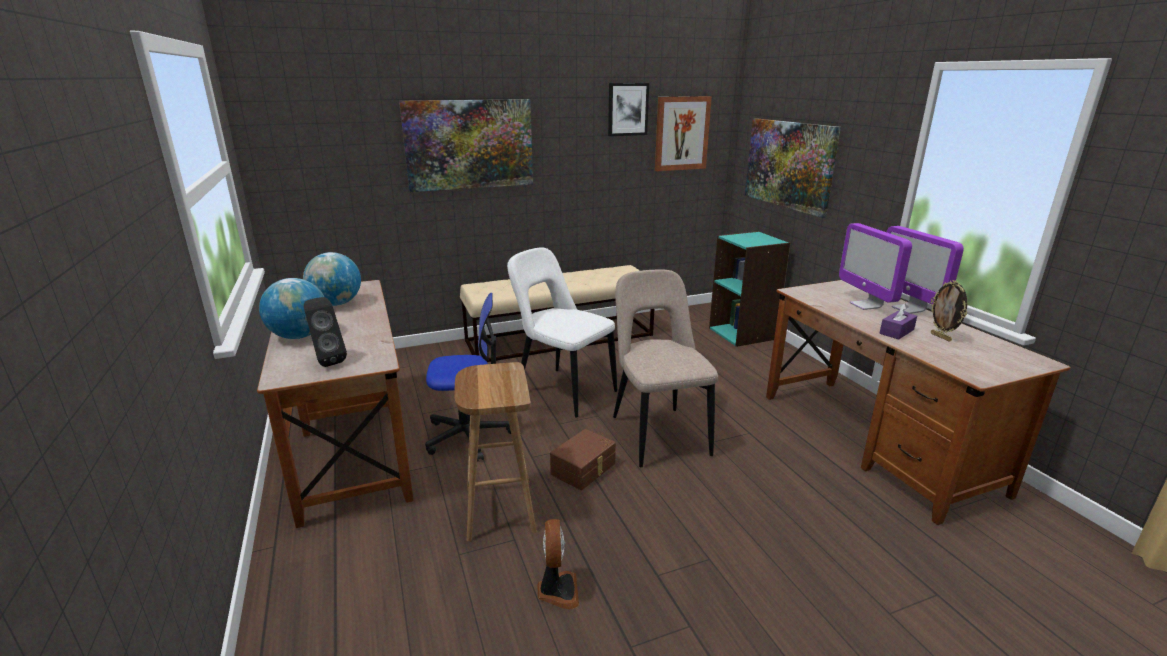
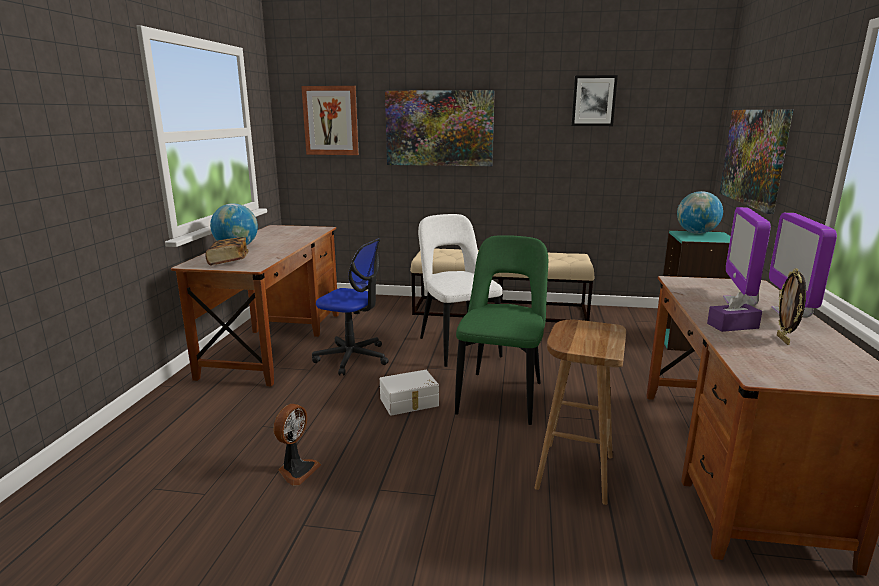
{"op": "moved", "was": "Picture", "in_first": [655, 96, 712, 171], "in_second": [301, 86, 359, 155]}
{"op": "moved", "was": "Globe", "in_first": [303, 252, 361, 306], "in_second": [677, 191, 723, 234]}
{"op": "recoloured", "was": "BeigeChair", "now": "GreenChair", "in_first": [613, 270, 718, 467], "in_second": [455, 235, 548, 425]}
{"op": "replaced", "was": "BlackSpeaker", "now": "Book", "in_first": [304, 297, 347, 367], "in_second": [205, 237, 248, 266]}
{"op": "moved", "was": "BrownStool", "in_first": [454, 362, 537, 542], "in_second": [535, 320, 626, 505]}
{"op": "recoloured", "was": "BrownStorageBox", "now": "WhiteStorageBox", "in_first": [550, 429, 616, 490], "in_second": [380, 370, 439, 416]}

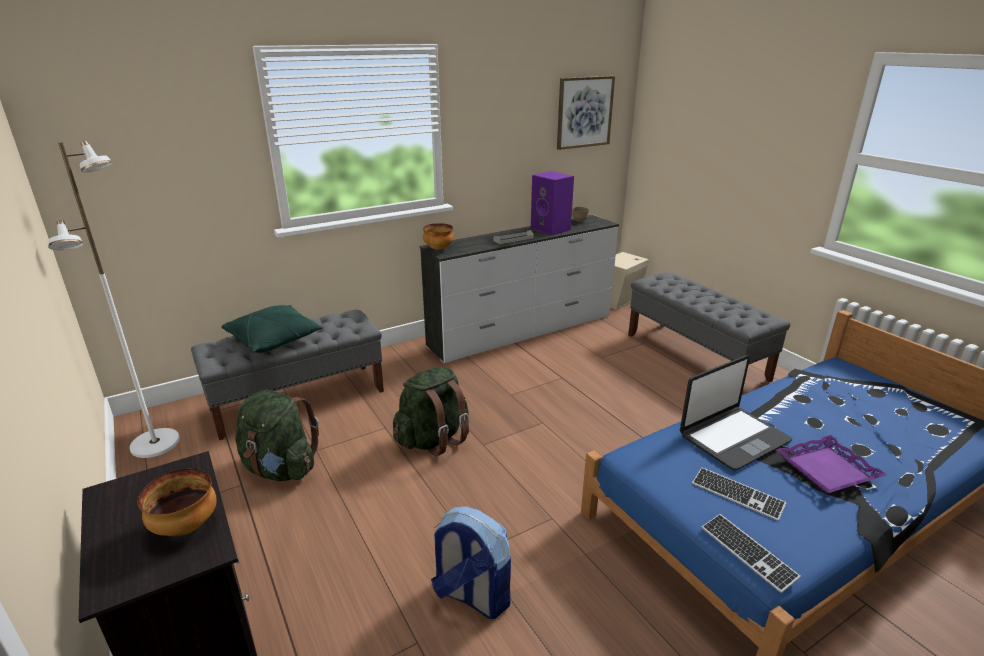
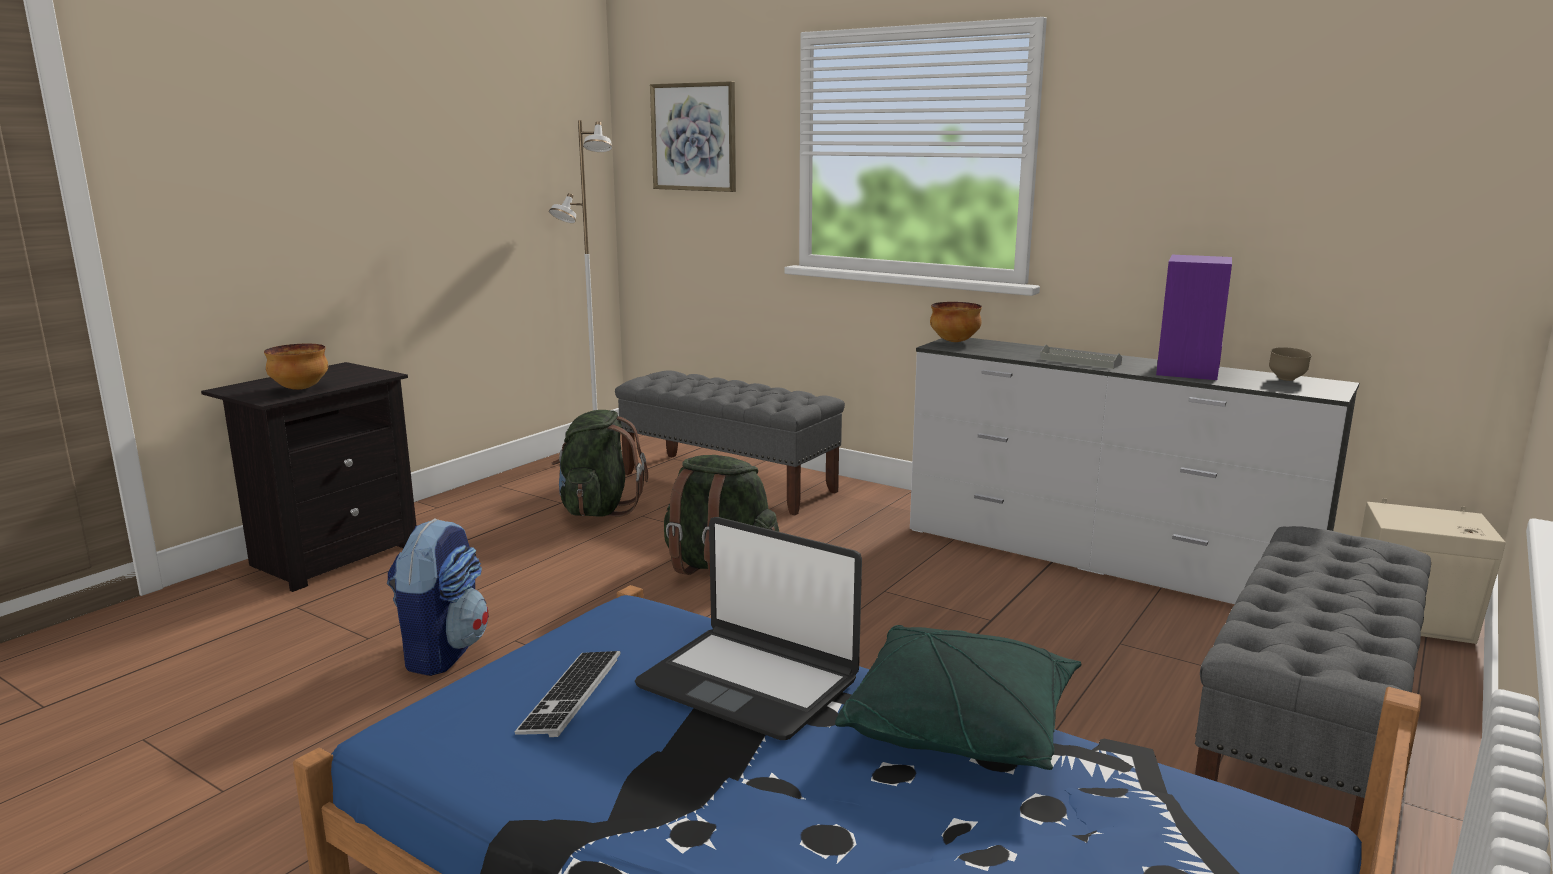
{"op": "moved", "was": "Picture", "in_first": [557, 76, 615, 150], "in_second": [650, 81, 736, 192]}
{"op": "moved", "was": "GreenPillow", "in_first": [222, 305, 323, 353], "in_second": [835, 625, 1082, 770]}
{"op": "removed", "was": "PurpleTray", "in_first": [776, 435, 887, 493]}
{"op": "removed", "was": "Keyboard", "in_first": [702, 514, 801, 593]}

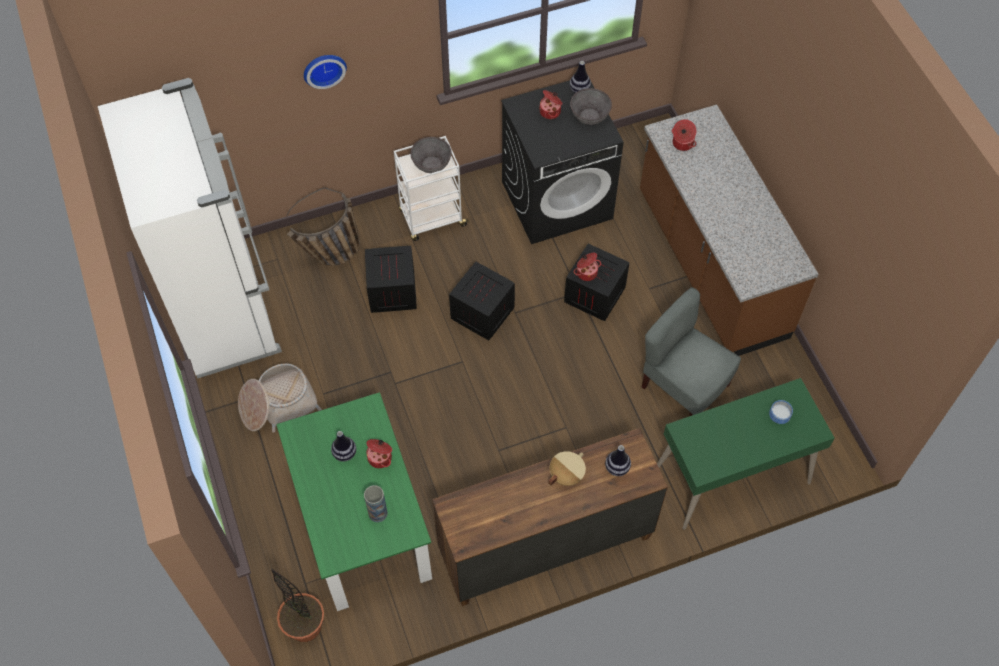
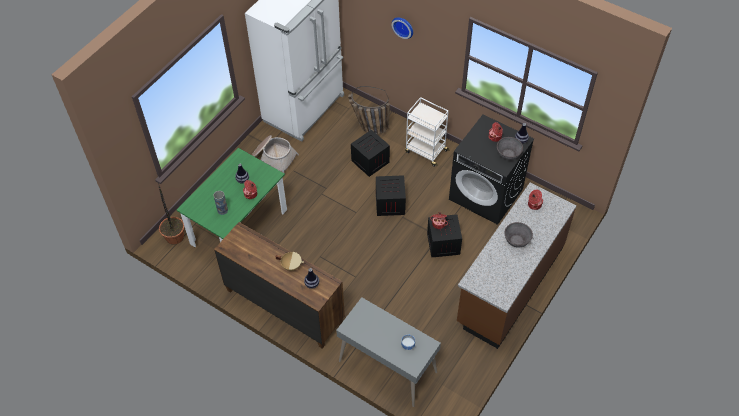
{"op": "moved", "was": "GreyBowl", "in_first": [410, 137, 452, 173], "in_second": [505, 222, 533, 247]}
{"op": "removed", "was": "GreyChair", "in_first": [642, 287, 741, 416]}
{"op": "recoloured", "was": "GreenDesk", "now": "GreyDesk", "in_first": [657, 378, 834, 530], "in_second": [336, 297, 441, 407]}

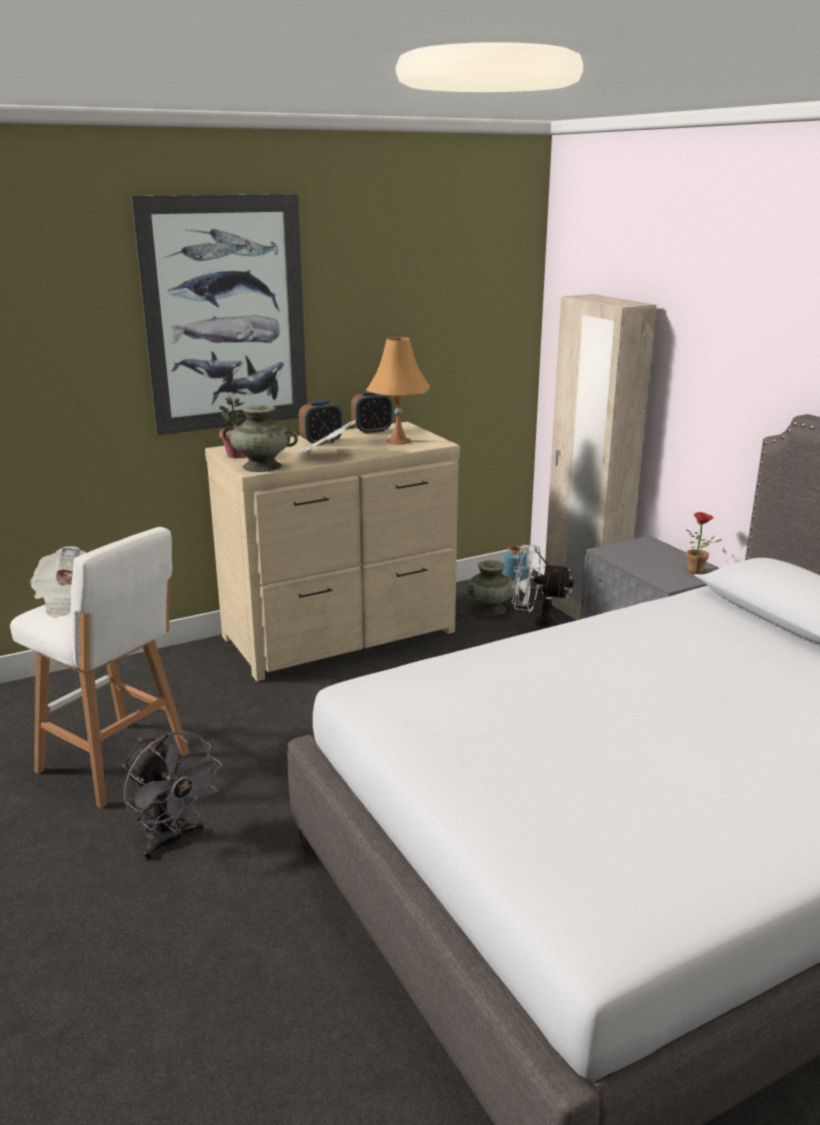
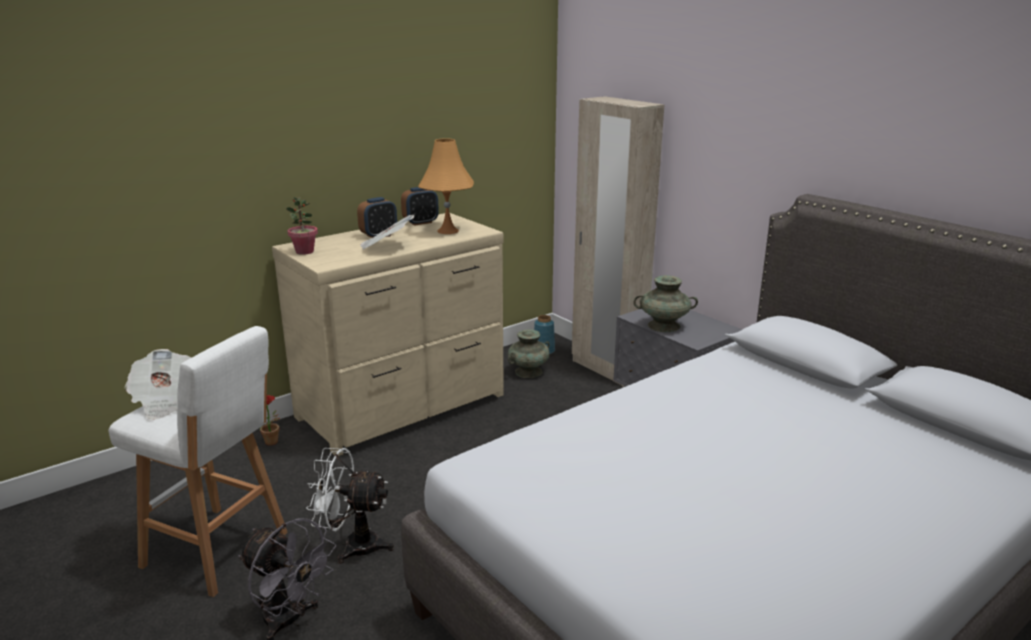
{"op": "removed", "was": "Picture", "in_first": [131, 194, 307, 435]}
{"op": "moved", "was": "TurquoiseVase", "in_first": [222, 405, 298, 472], "in_second": [634, 275, 698, 332]}
{"op": "moved", "was": "PottedPlant", "in_first": [686, 512, 722, 574], "in_second": [260, 395, 280, 445]}
{"op": "moved", "was": "WhiteFan", "in_first": [512, 545, 574, 632], "in_second": [306, 448, 394, 564]}

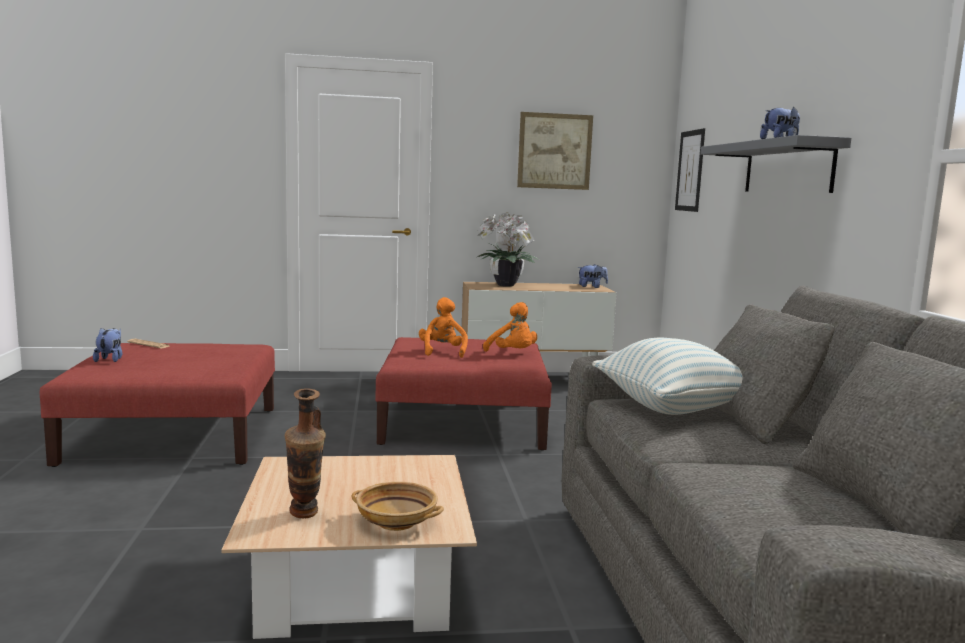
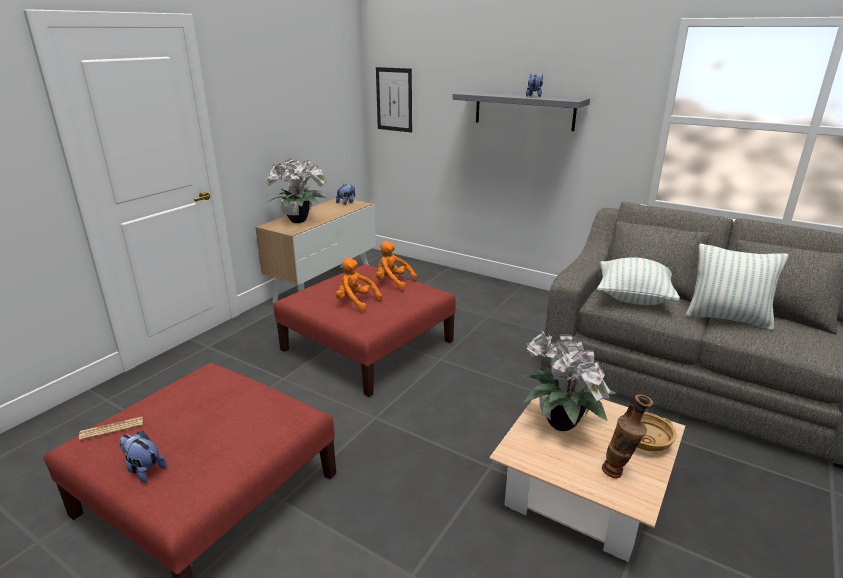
{"op": "removed", "was": "Picture", "in_first": [517, 112, 593, 190]}
{"op": "turned", "was": "OrangePlushToy", "in_first": [483, 302, 537, 352], "in_second": [376, 241, 417, 290], "clockwise": -150}
{"op": "added", "now": "Pillow", "in_second": [685, 244, 788, 330]}
{"op": "added", "now": "PottedPlant", "in_second": [523, 330, 617, 431]}

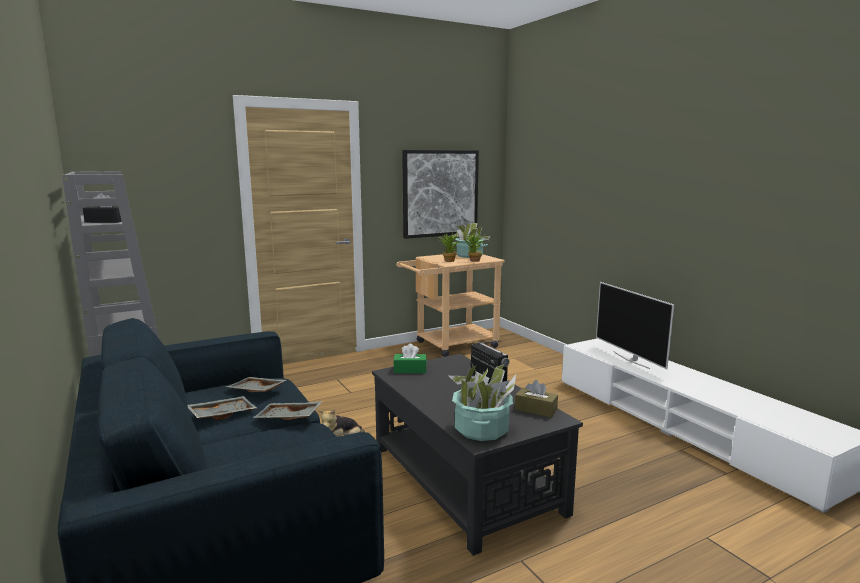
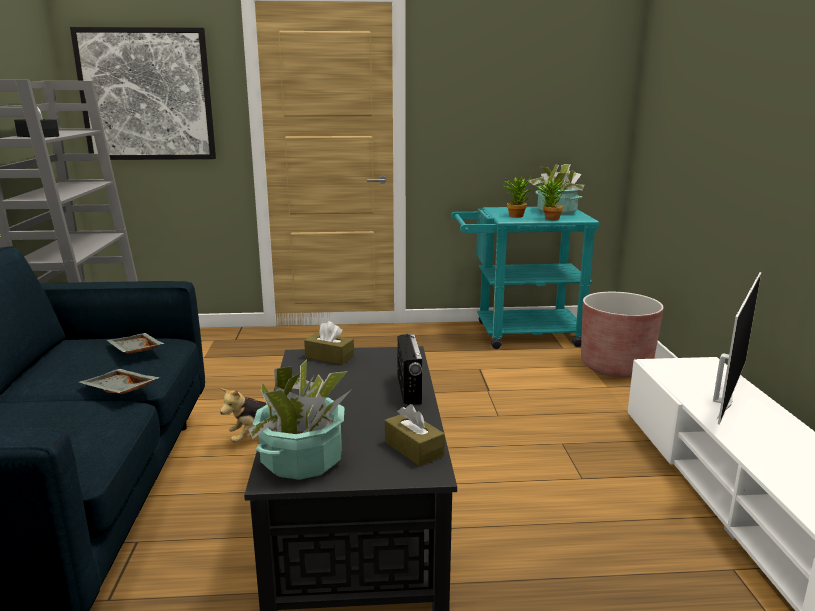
{"op": "moved", "was": "Picture", "in_first": [402, 150, 479, 239], "in_second": [70, 27, 216, 160]}
{"op": "recoloured", "was": "BeigeCart", "now": "TurquoiseCart", "in_first": [396, 253, 505, 357], "in_second": [451, 207, 600, 349]}
{"op": "turned", "was": "Television", "in_first": [596, 282, 674, 370], "in_second": [713, 272, 761, 425], "clockwise": -150}
{"op": "recoloured", "was": "GreenTissueBox", "now": "BrownTissueBox", "in_first": [393, 344, 427, 373], "in_second": [304, 321, 354, 365]}
{"op": "removed", "was": "GreyTray", "in_first": [188, 396, 257, 420]}
{"op": "added", "now": "BrownPlanter", "in_second": [581, 292, 664, 378]}

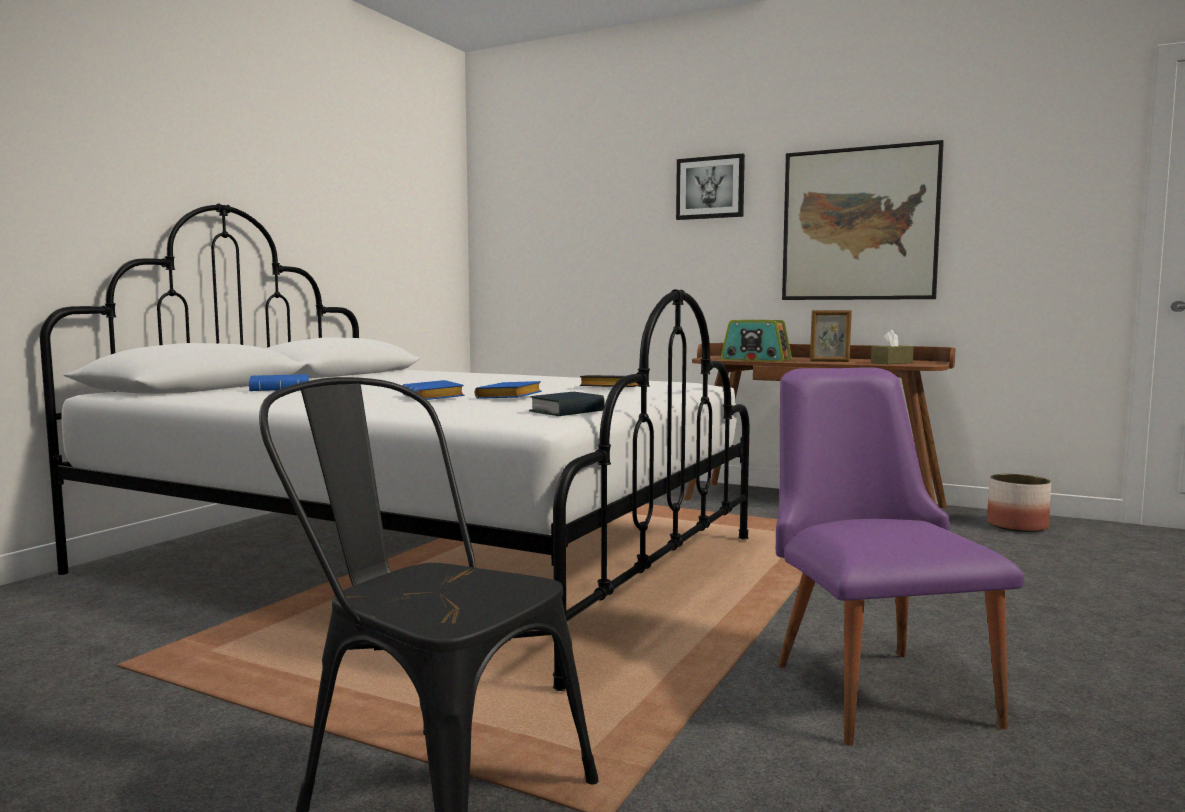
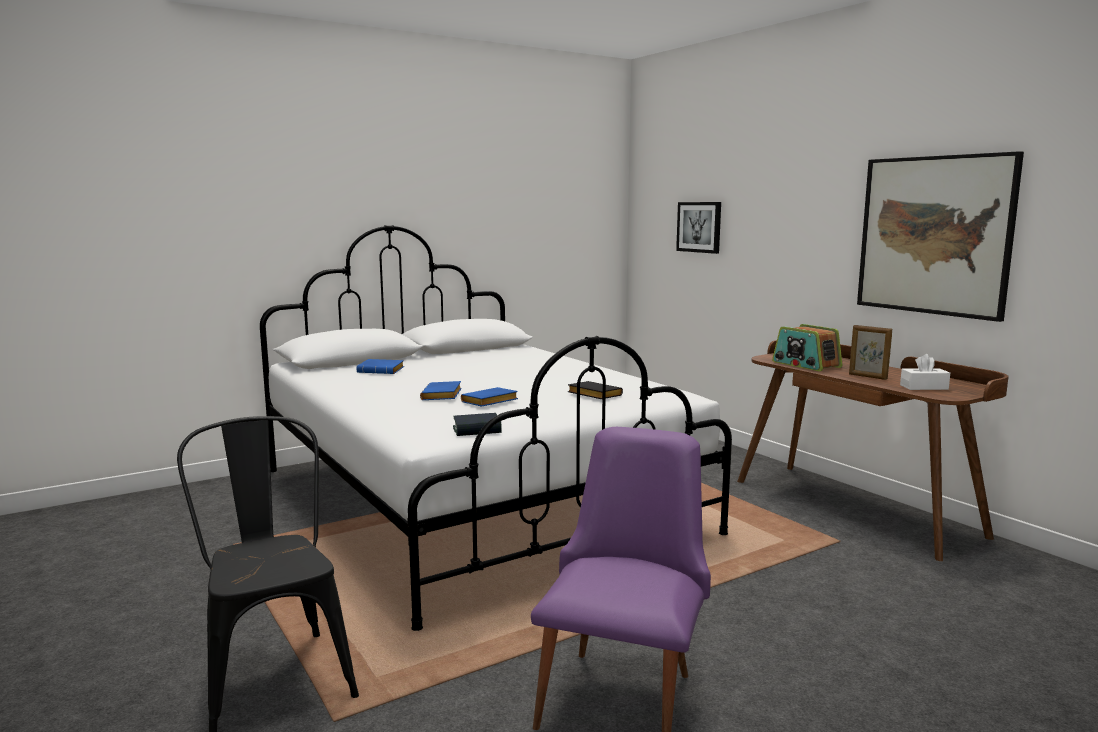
{"op": "moved", "was": "Picture", "in_first": [676, 154, 745, 220], "in_second": [676, 202, 721, 254]}
{"op": "recoloured", "was": "BrownTissueBox", "now": "WhiteTissueBox", "in_first": [871, 330, 914, 364], "in_second": [900, 354, 950, 390]}
{"op": "removed", "was": "Planter", "in_first": [987, 474, 1051, 532]}

